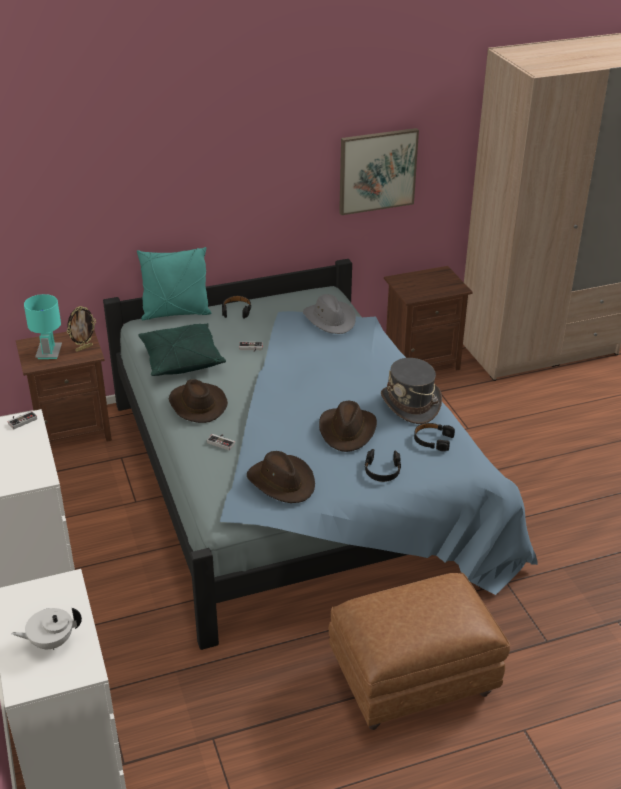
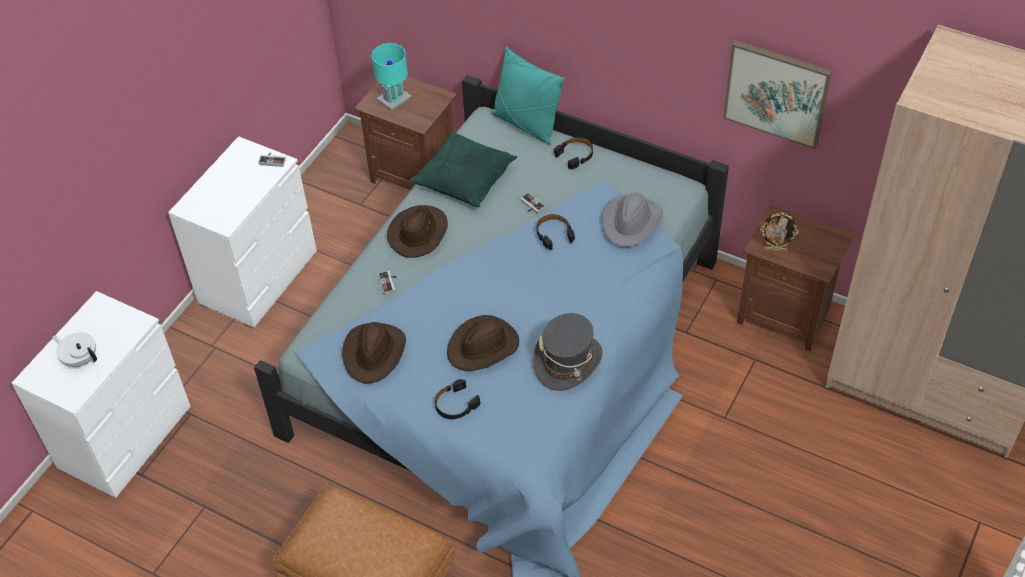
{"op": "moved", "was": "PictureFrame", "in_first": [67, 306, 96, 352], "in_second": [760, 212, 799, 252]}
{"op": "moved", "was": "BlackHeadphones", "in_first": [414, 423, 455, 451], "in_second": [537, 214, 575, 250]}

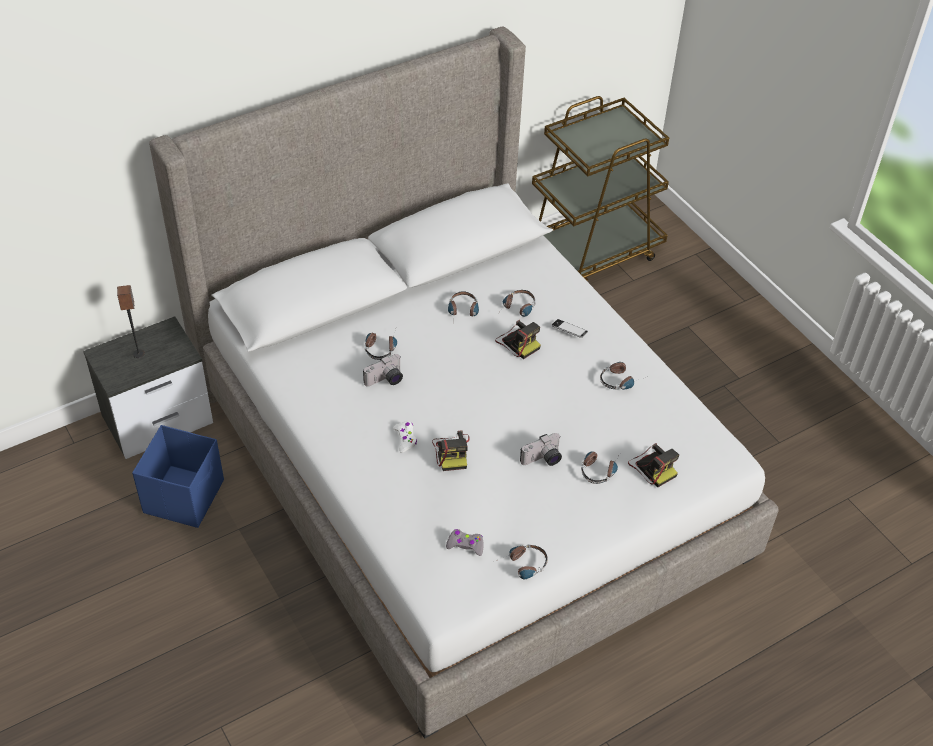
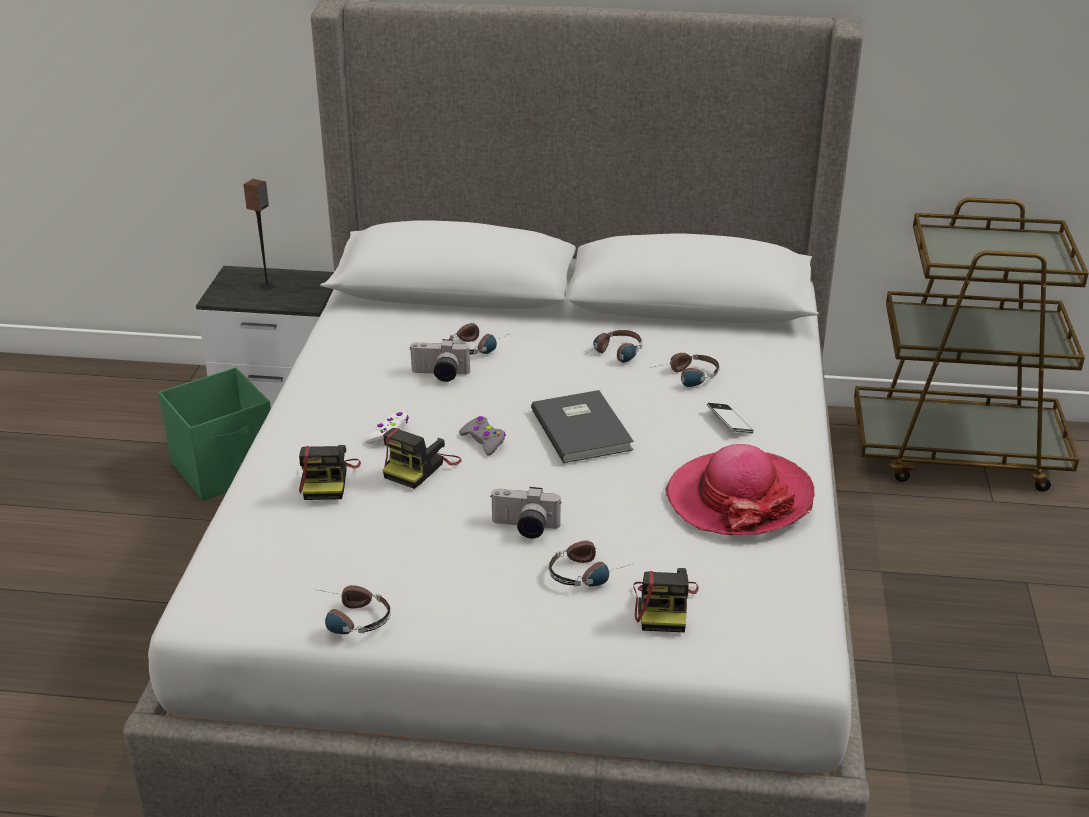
{"op": "moved", "was": "PhotoCamera", "in_first": [495, 320, 541, 359], "in_second": [299, 445, 361, 500]}
{"op": "replaced", "was": "Headphones", "now": "Hat", "in_first": [600, 362, 646, 390], "in_second": [665, 444, 814, 535]}
{"op": "recoloured", "was": "BlueStorageBox", "now": "GreenStorageBox", "in_first": [132, 425, 224, 528], "in_second": [159, 367, 271, 501]}
{"op": "moved", "was": "GreyGameController", "in_first": [446, 529, 484, 556], "in_second": [459, 416, 506, 456]}
{"op": "added", "now": "GreyBook", "in_second": [531, 390, 634, 463]}

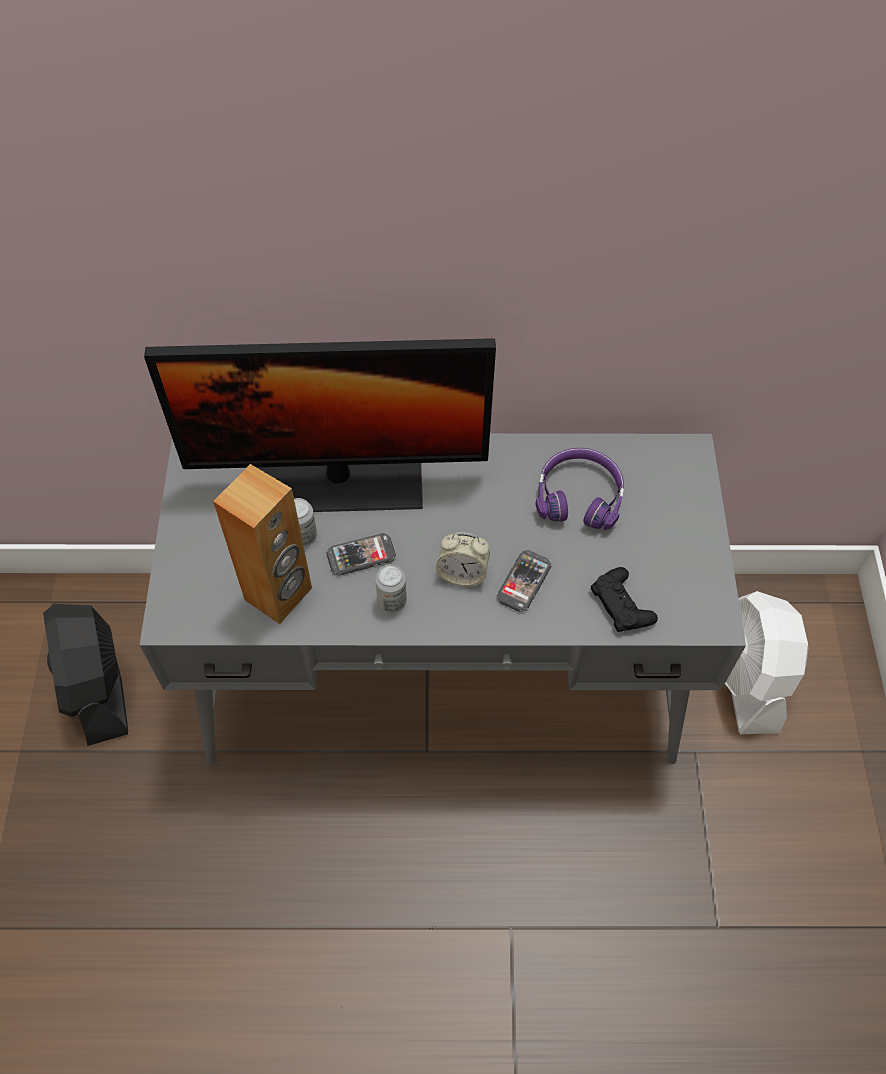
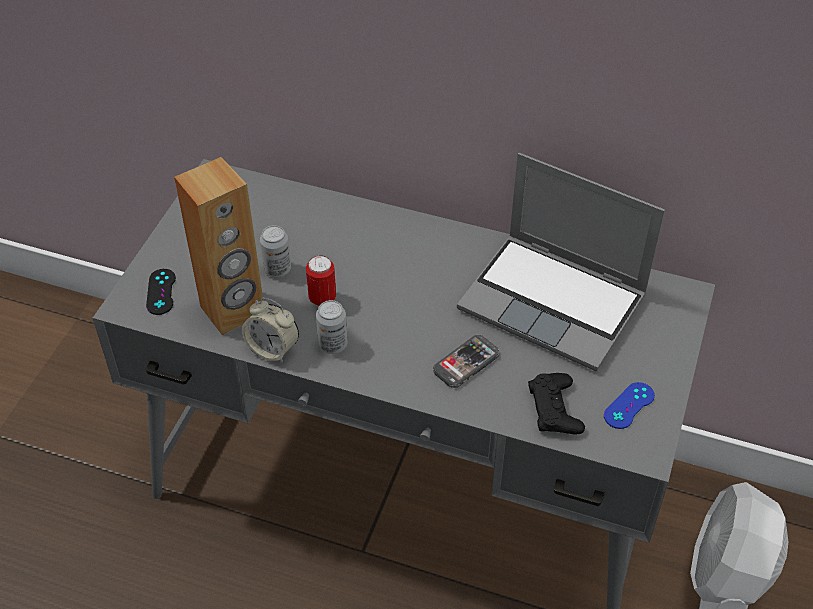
{"op": "removed", "was": "Monitor", "in_first": [144, 338, 496, 512]}
{"op": "replaced", "was": "PurpleHeadphones", "now": "Laptop", "in_first": [535, 448, 624, 530], "in_second": [457, 153, 665, 371]}
{"op": "moved", "was": "AlarmClock", "in_first": [436, 532, 490, 587], "in_second": [242, 298, 299, 363]}
{"op": "replaced", "was": "Phone", "now": "Can", "in_first": [327, 533, 396, 576], "in_second": [306, 255, 336, 307]}
{"op": "removed", "was": "BlackFan", "in_first": [43, 604, 128, 746]}
{"op": "added", "now": "BlackGameController", "in_second": [146, 269, 176, 315]}
{"op": "added", "now": "BlueGameController", "in_second": [604, 382, 655, 429]}

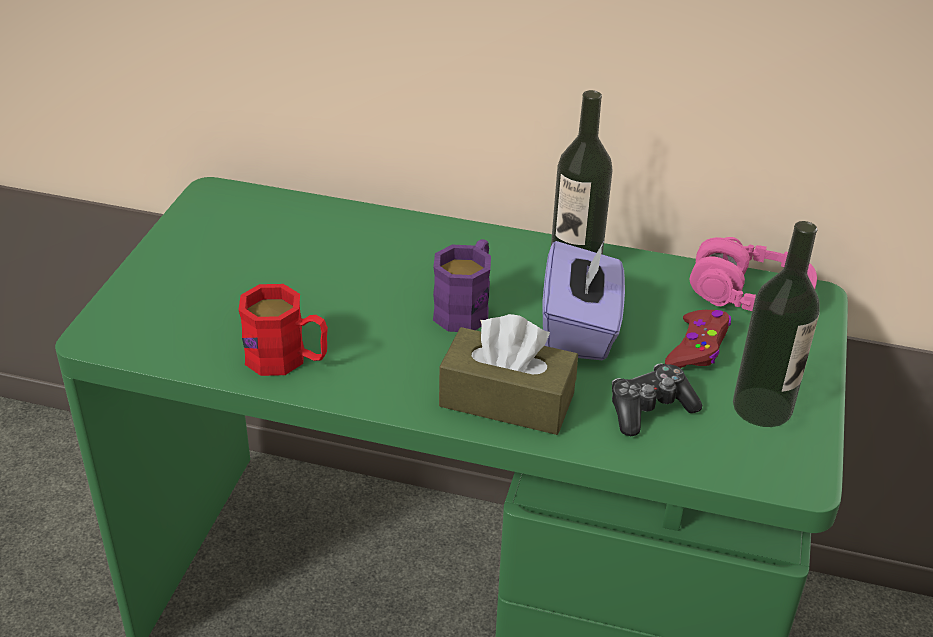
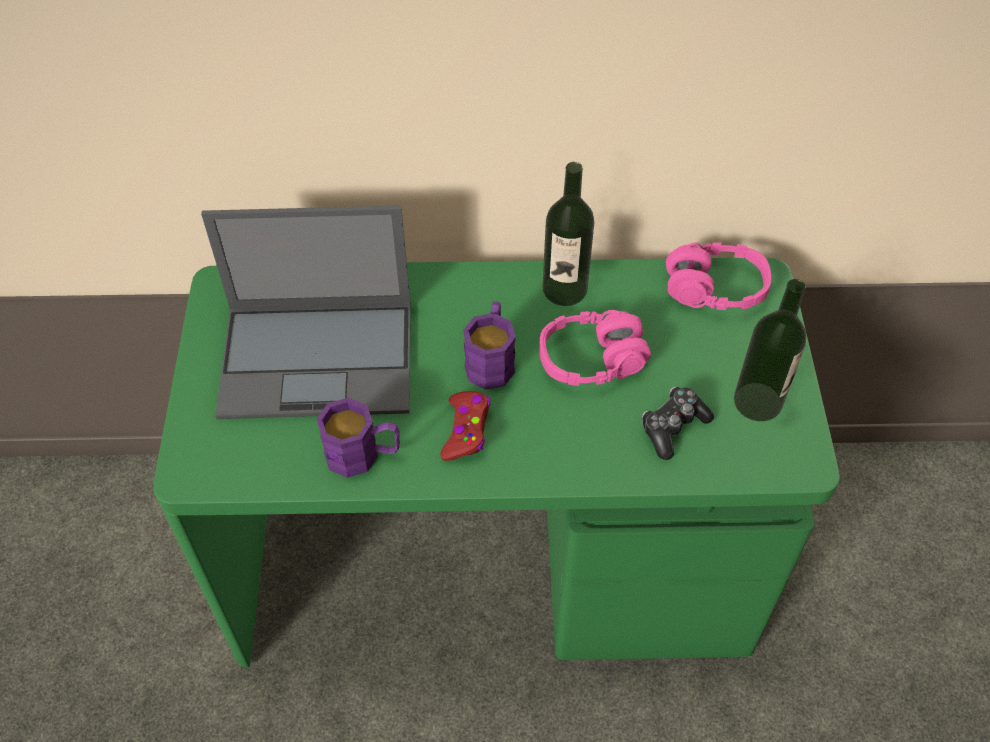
{"op": "replaced", "was": "PurpleTissueBox", "now": "PinkHeadphones", "in_first": [542, 241, 625, 360], "in_second": [539, 310, 651, 386]}
{"op": "recoloured", "was": "RedMug", "now": "PurpleMug", "in_first": [239, 284, 328, 376], "in_second": [316, 398, 400, 478]}
{"op": "moved", "was": "RedGameController", "in_first": [665, 310, 731, 368], "in_second": [440, 391, 490, 461]}
{"op": "removed", "was": "BrownTissueBox", "in_first": [439, 314, 578, 435]}
{"op": "added", "now": "Laptop", "in_second": [201, 205, 411, 419]}

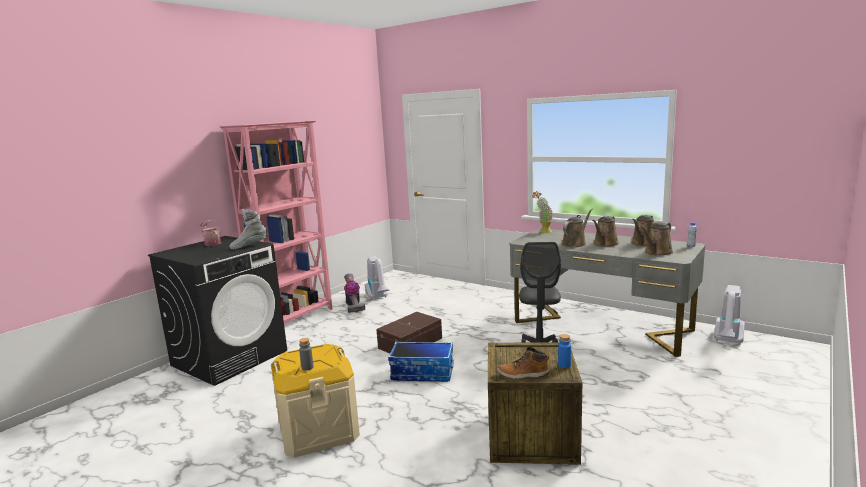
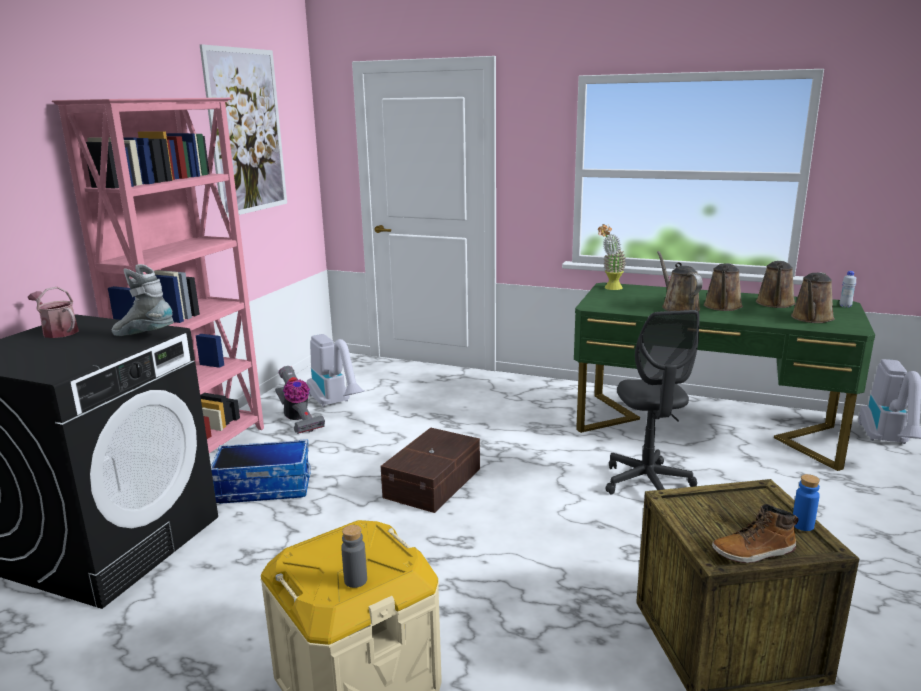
{"op": "turned", "was": "GreyBoot", "in_first": [229, 209, 267, 249], "in_second": [111, 264, 174, 336], "clockwise": 60}
{"op": "turned", "was": "BrownWateringCan", "in_first": [562, 209, 593, 247], "in_second": [657, 251, 703, 312], "clockwise": -45}
{"op": "recoloured", "was": "GreyDesk", "now": "GreenDesk", "in_first": [510, 229, 705, 357], "in_second": [574, 282, 875, 471]}
{"op": "moved", "was": "StorageBox", "in_first": [388, 342, 454, 382], "in_second": [211, 439, 311, 504]}
{"op": "added", "now": "Picture", "in_second": [200, 44, 287, 219]}

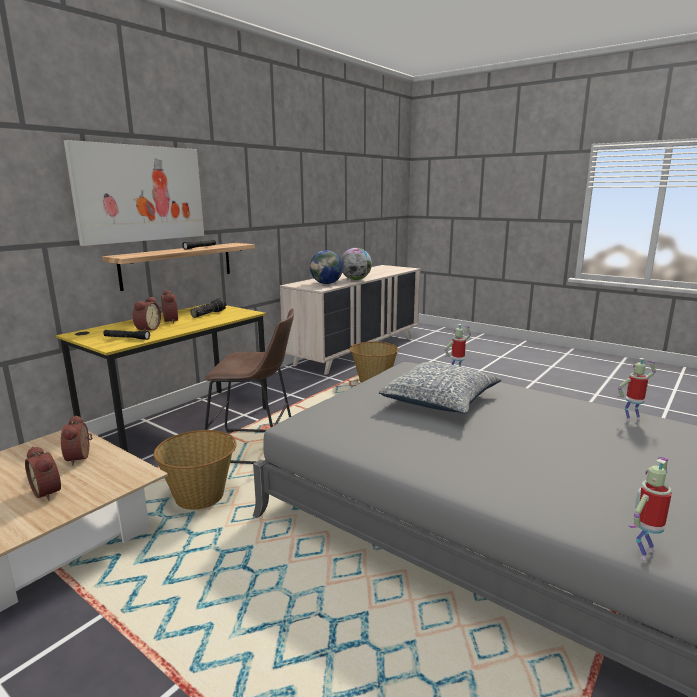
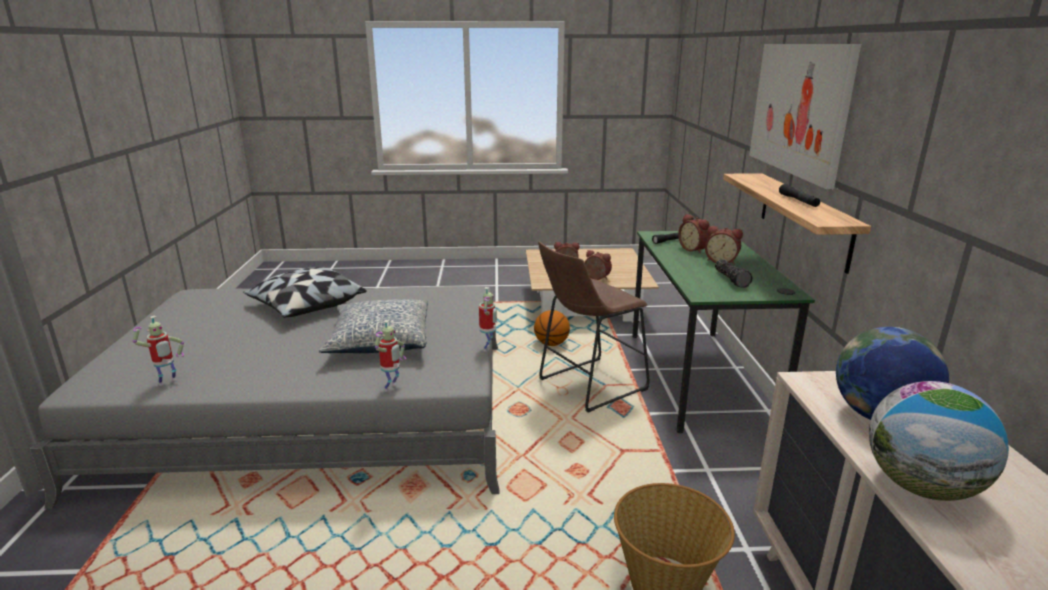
{"op": "recoloured", "was": "YellowDesk", "now": "GreenDesk", "in_first": [56, 304, 268, 452], "in_second": [632, 231, 815, 433]}
{"op": "replaced", "was": "Basket", "now": "Basketball", "in_first": [154, 430, 237, 510], "in_second": [534, 310, 570, 346]}
{"op": "moved", "was": "ToyRobot", "in_first": [629, 457, 672, 561], "in_second": [479, 287, 497, 352]}
{"op": "added", "now": "Pillow", "in_second": [243, 267, 367, 318]}

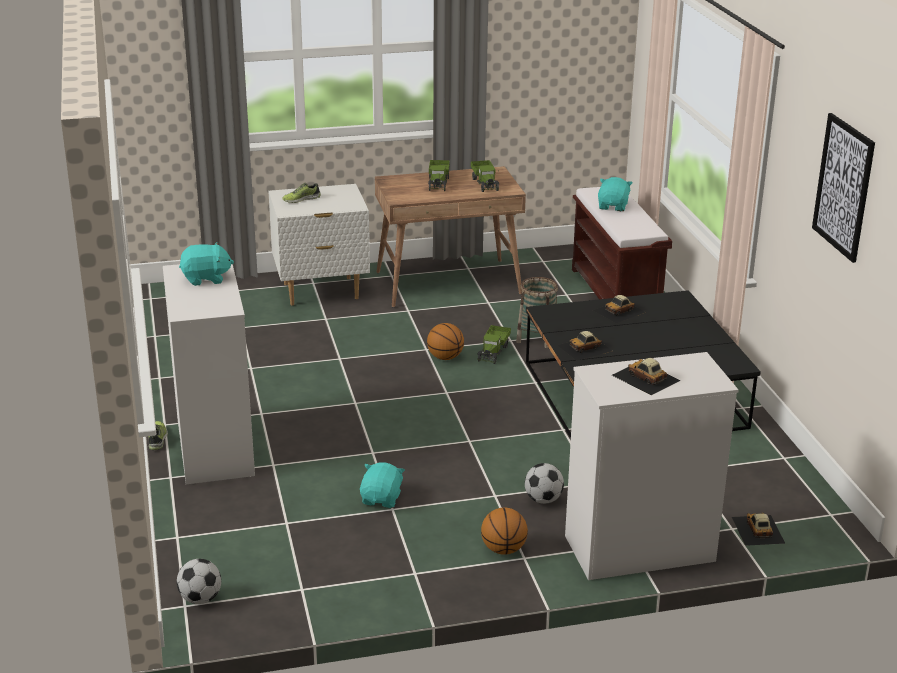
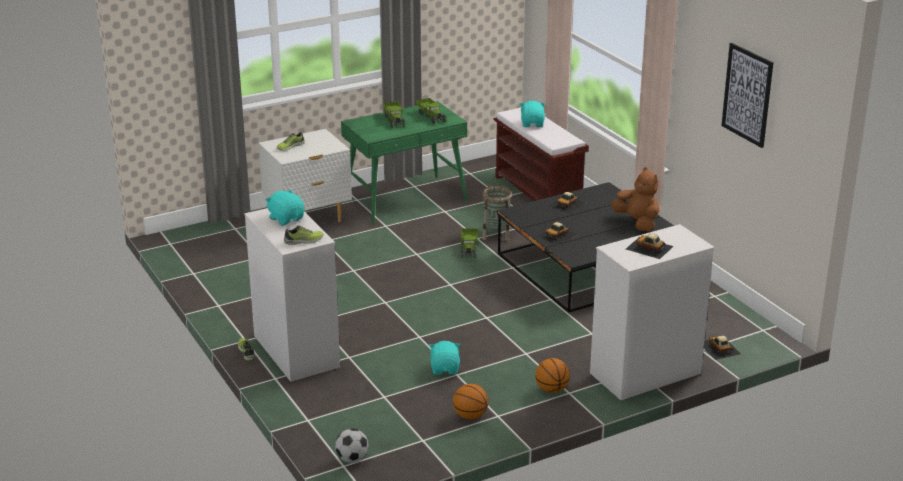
{"op": "recoloured", "was": "BrownDesk", "now": "GreenDesk", "in_first": [375, 166, 526, 308], "in_second": [341, 101, 468, 225]}
{"op": "turned", "was": "TurquoisePlushToy", "in_first": [179, 242, 234, 286], "in_second": [265, 190, 304, 226], "clockwise": -105}
{"op": "moved", "was": "Basketball", "in_first": [427, 323, 464, 360], "in_second": [453, 384, 488, 419]}
{"op": "removed", "was": "Football", "in_first": [525, 463, 564, 504]}
{"op": "added", "now": "BrownPlushToy", "in_second": [611, 167, 659, 231]}
{"op": "added", "now": "Shoe", "in_second": [284, 225, 323, 245]}

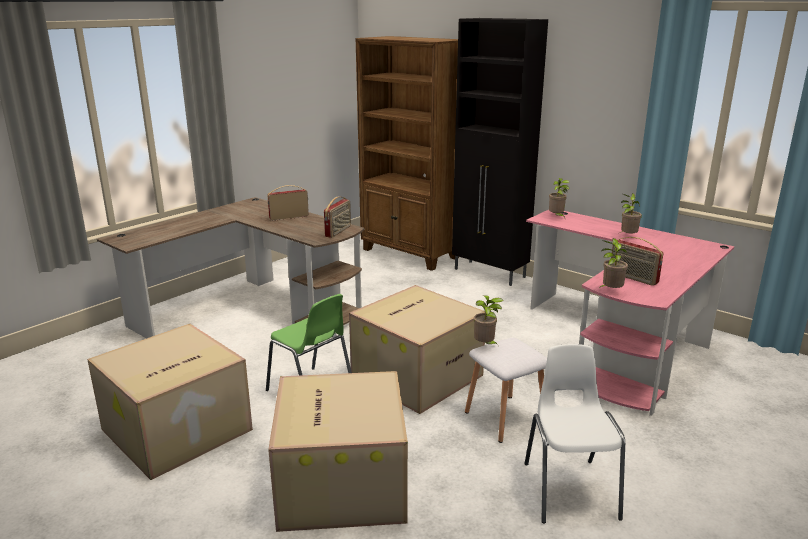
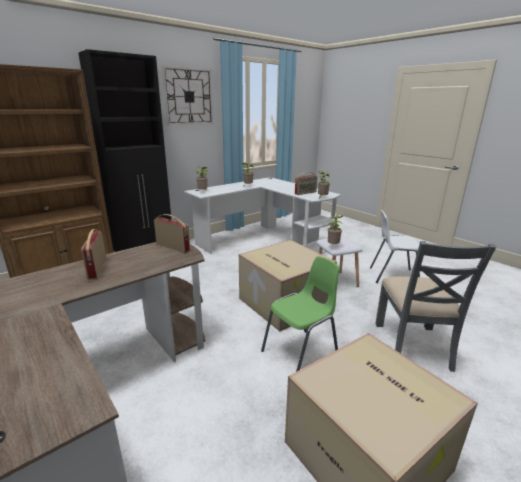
{"op": "recoloured", "was": "PinkDesk", "now": "WhiteDesk", "in_first": [526, 210, 734, 416], "in_second": [184, 177, 341, 254]}
{"op": "replaced", "was": "CardboardBox", "now": "GreyChair", "in_first": [268, 371, 408, 532], "in_second": [376, 241, 496, 372]}
{"op": "added", "now": "WallClock", "in_second": [162, 66, 213, 125]}

